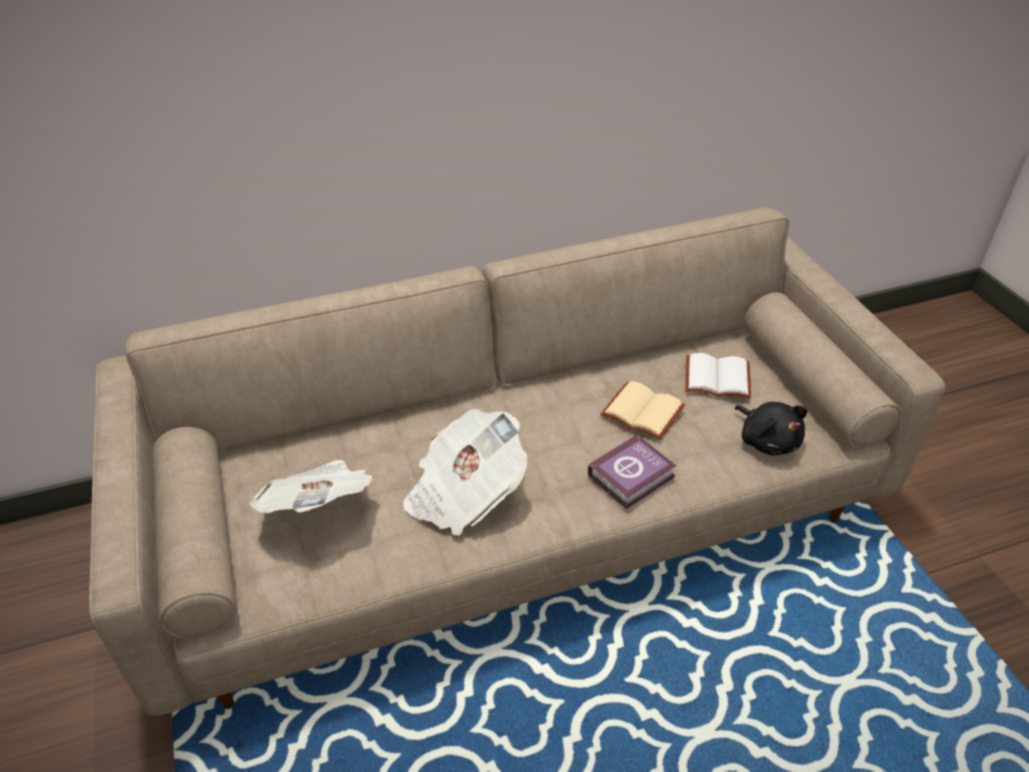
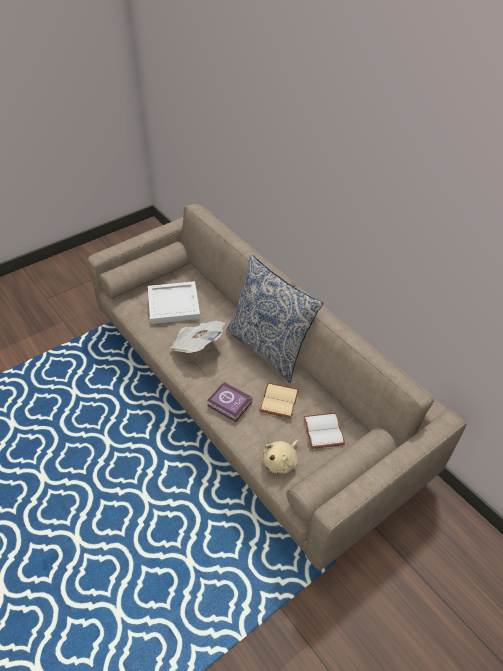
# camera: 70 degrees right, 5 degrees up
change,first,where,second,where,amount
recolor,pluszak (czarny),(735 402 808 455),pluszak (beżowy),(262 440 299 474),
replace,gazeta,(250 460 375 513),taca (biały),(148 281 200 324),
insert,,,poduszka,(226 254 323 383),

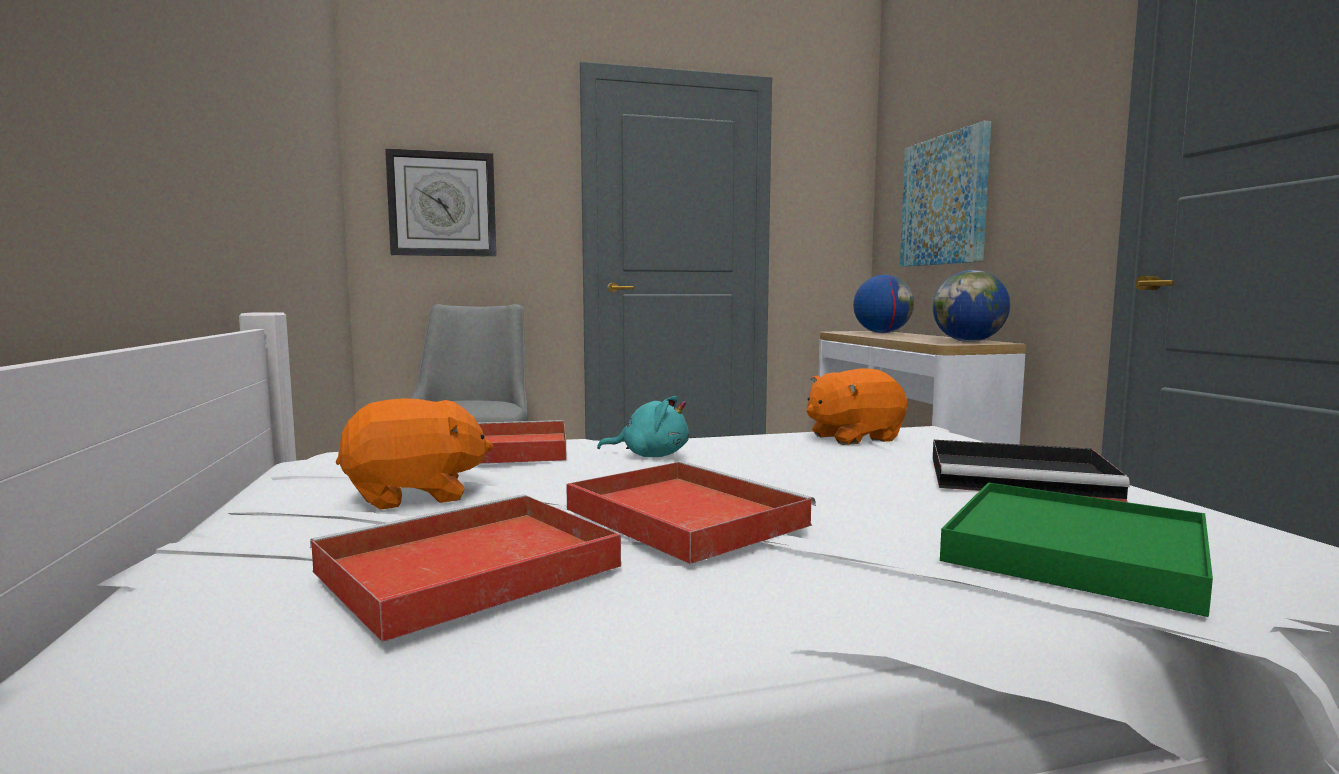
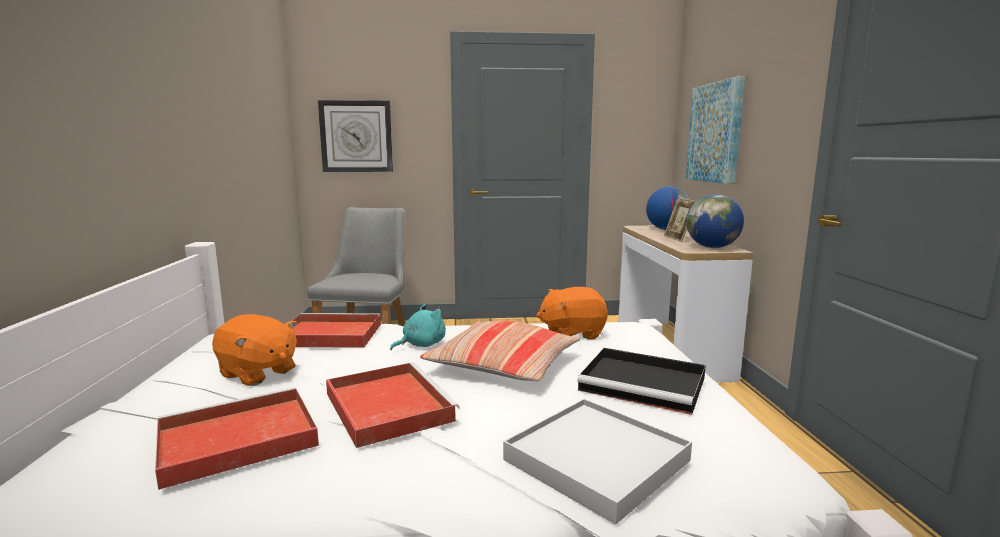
# camera: 10 degrees right, 5 degrees up
change,first,where,second,where,amount
rotate,pluszak (turkusowy),(597 396 689 457),,(390 304 446 350),60 degrees counterclockwise
rotate,pluszak (pomarańczowy),(336 398 493 510),,(212 314 297 386),45 degrees clockwise
recolor,taca (zielony),(940 483 1213 617),taca (biały),(503 399 692 524),
insert,,,ramka na zdjęcie,(664 198 697 242),
insert,,,poduszka,(420 321 580 381),

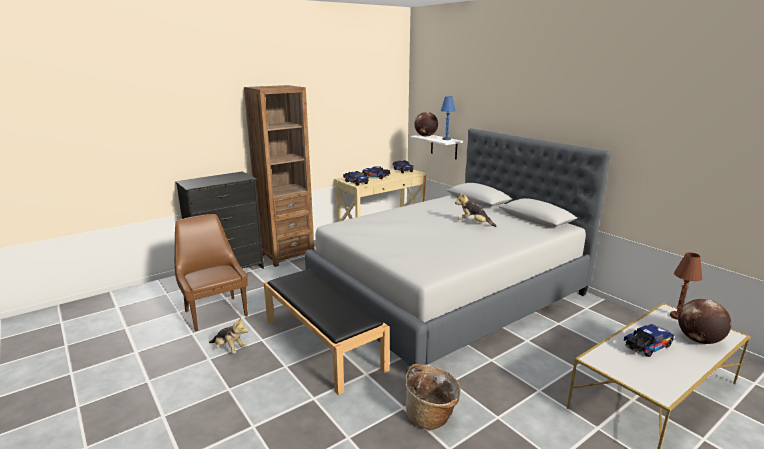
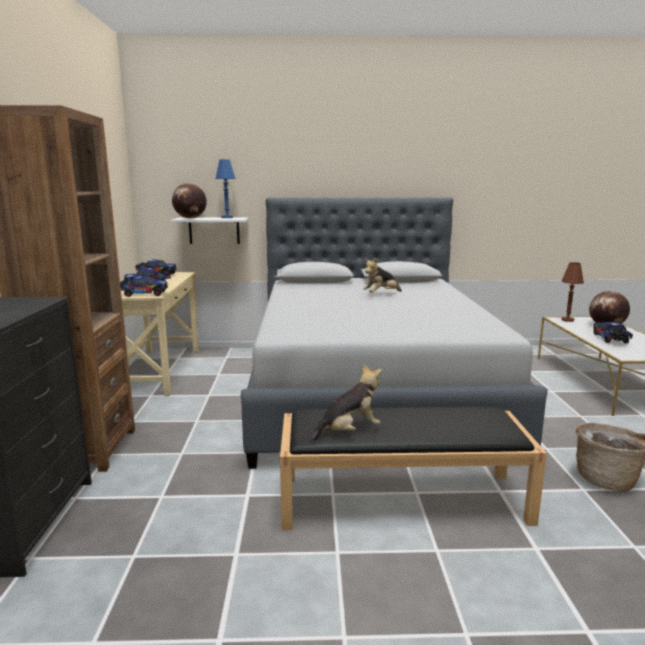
# camera: 55 degrees left, 5 degrees down
change,first,where,second,where,amount
delete,krzesło (brązowy),(174 214 248 332),,,
move,pluszak,(209 317 248 353),,(310 364 382 442),

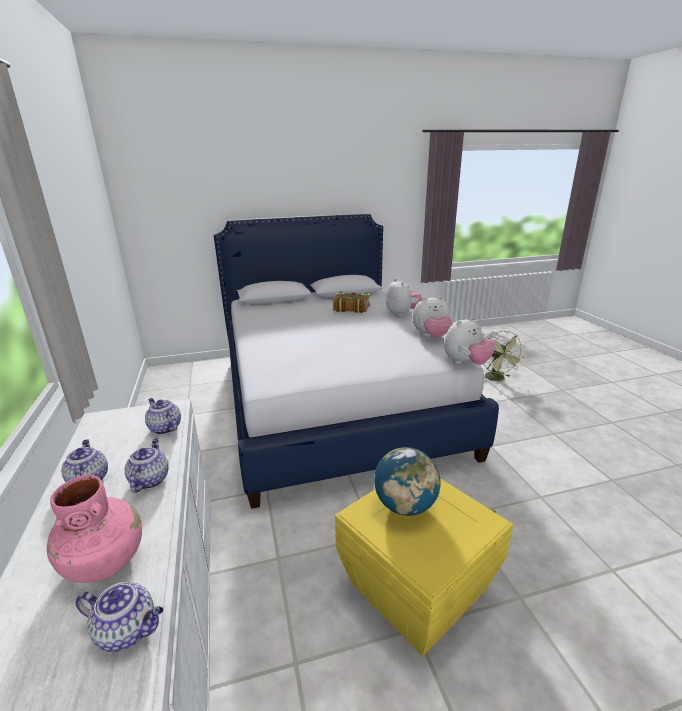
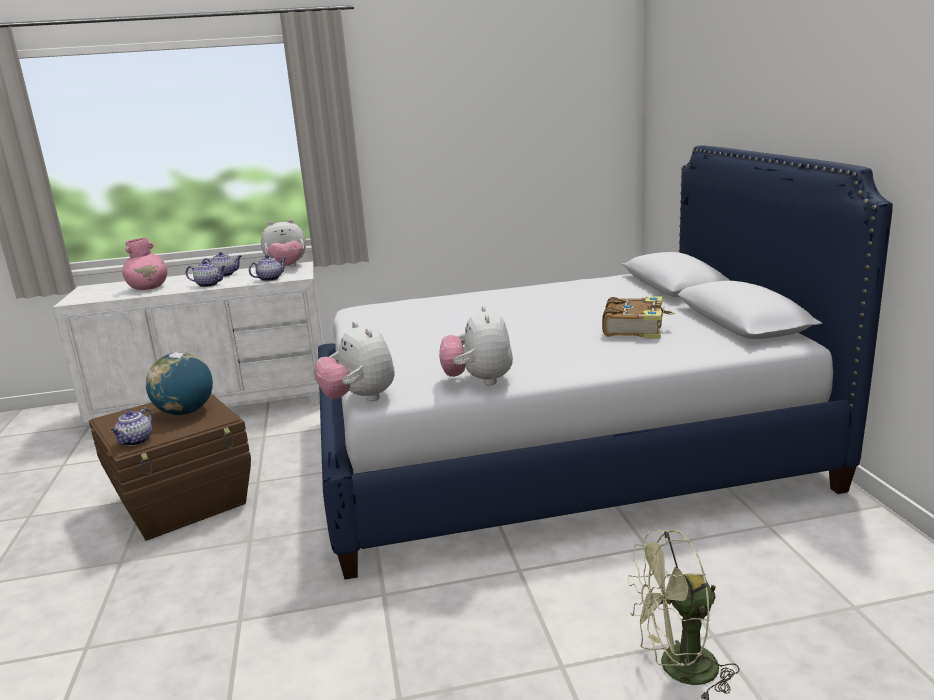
# camera: 95 degrees right, 5 degrees down
change,first,where,second,where,amount
move,pluszak,(386 279 422 317),,(261 219 306 267),
recolor,pojemnik do przechowywania (żółty),(335 478 513 656),pojemnik do przechowywania (brązowy),(89 394 251 541),
move,imbryk,(76 582 163 652),,(111 408 152 446),

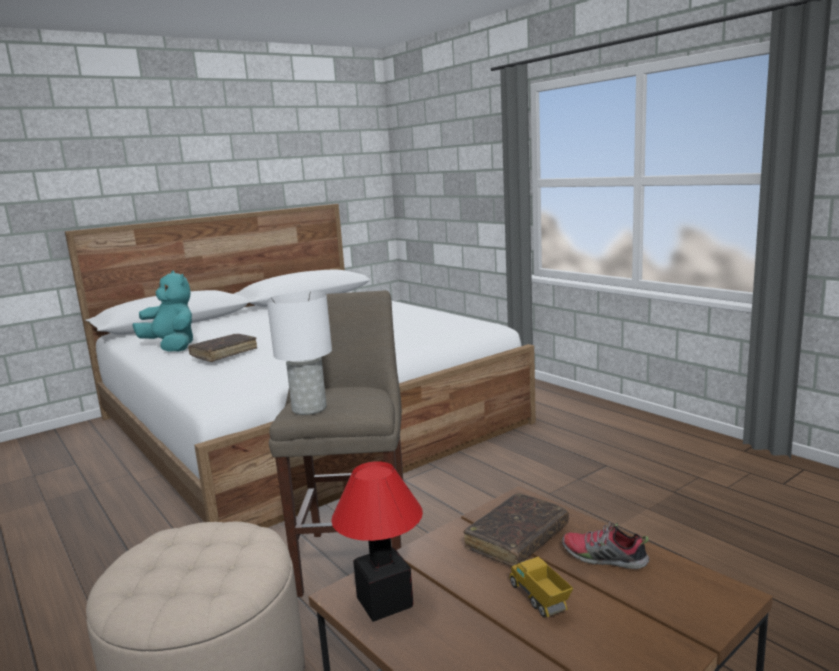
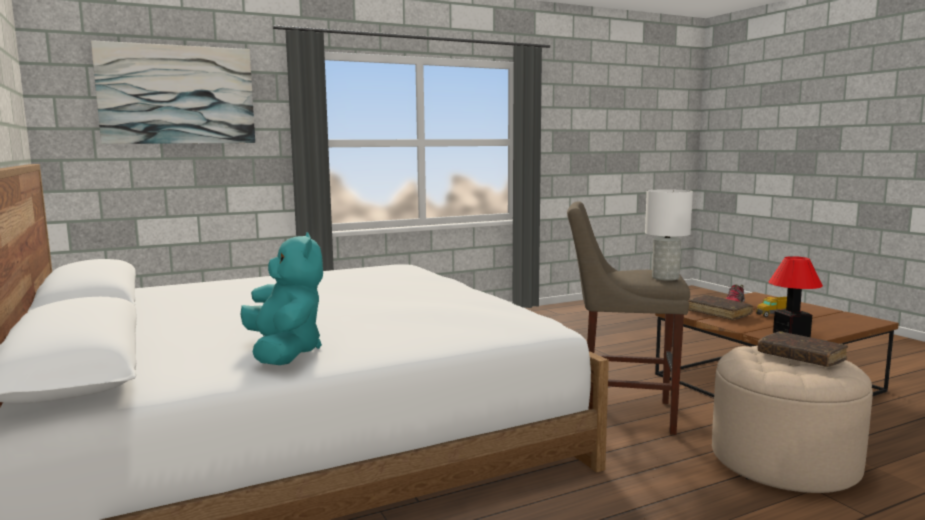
# camera: 80 degrees left, 5 degrees down
change,first,where,second,where,amount
rotate,pluszak (turkusowy),(132 270 193 352),,(240 232 323 365),105 degrees clockwise
move,książka (brązowy),(188 334 257 362),,(758 331 848 367),
insert,,,obraz,(91 40 255 144),

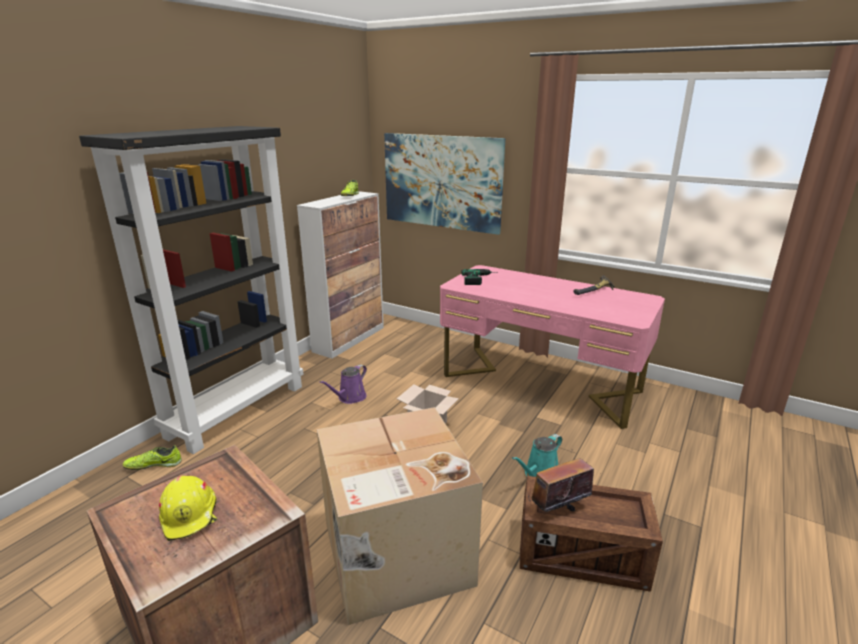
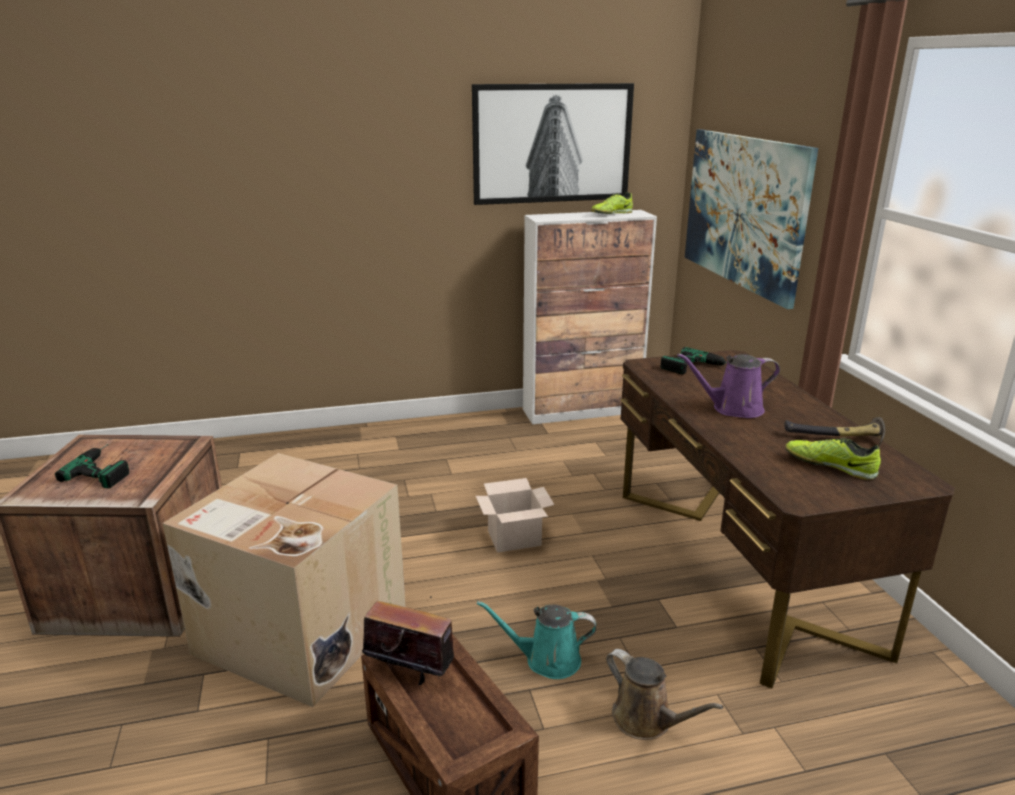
# camera: 45 degrees right, 0 degrees up
change,first,where,second,where,amount
delete,regał (czarny),(79 126 304 454),,,
recolor,biurko (różowy),(440 265 665 429),biurko (brązowy),(620 350 955 688),
move,konewka (fioletowy),(320 364 367 404),,(677 353 780 418),
move,but,(123 445 182 470),,(785 438 881 480),
replace,kask (żółty),(159 476 217 541),wiertarka,(55 444 129 488),
insert,,,obraz,(472 83 634 205),
insert,,,konewka (brązowy),(606 649 723 740),

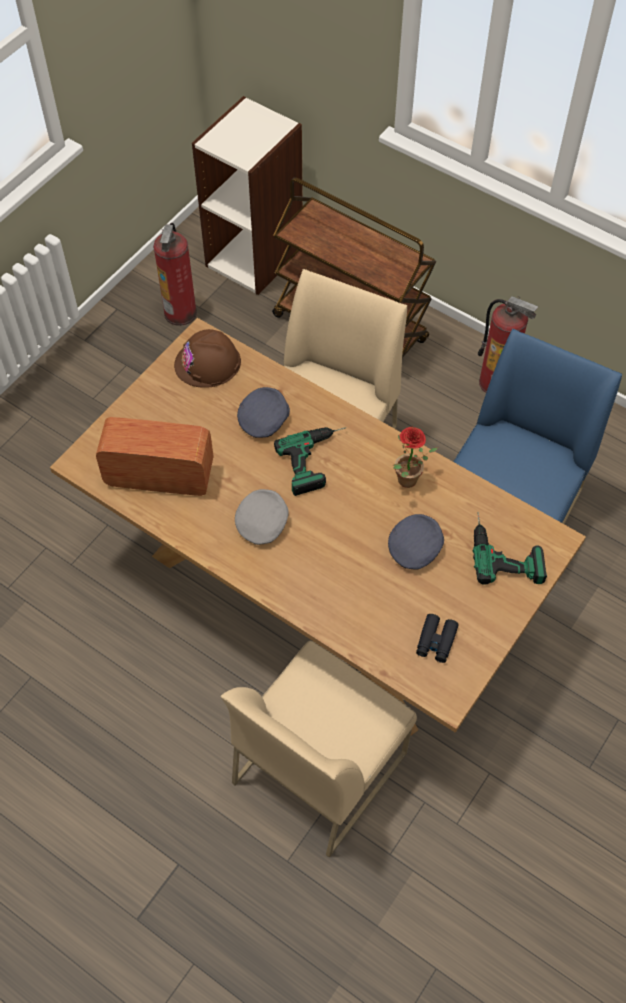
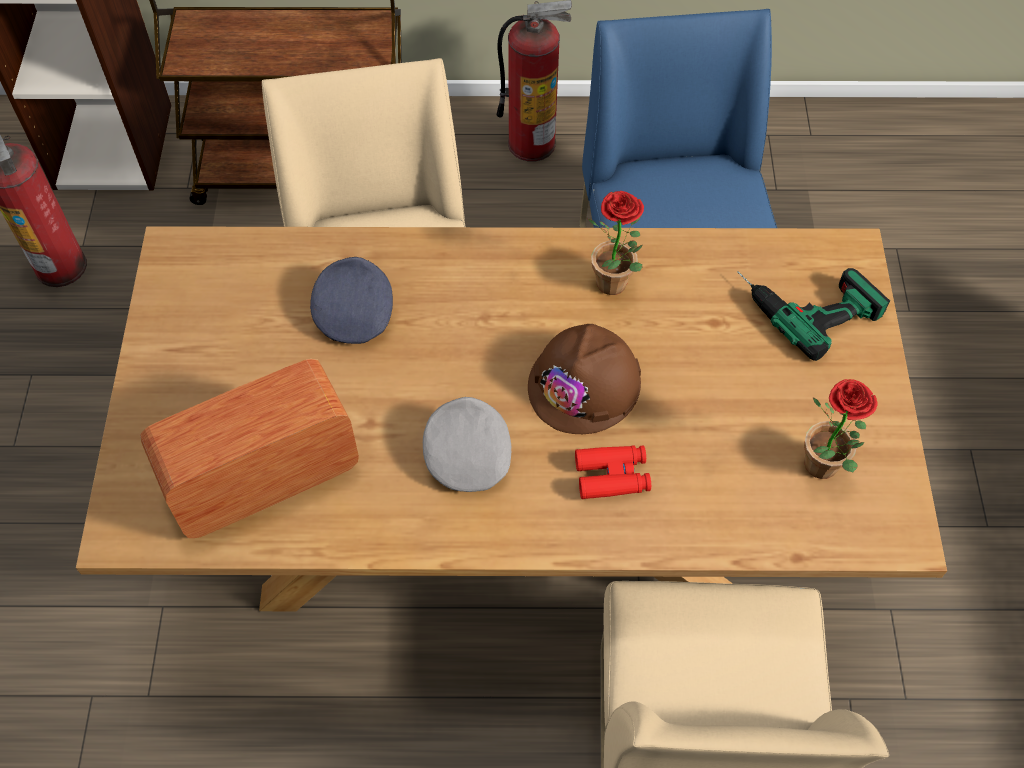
# camera: 35 degrees left, 0 degrees up
change,first,where,second,where,amount
move,kask (brązowy),(174 329 241 388),,(528 324 641 434),
delete,wiertarka,(274 427 347 496),,,
delete,czapka z daszkiem (szary),(388 514 444 570),,,
replace,lornetka (czarny),(416 614 459 663),roślina doniczkowa,(804 379 878 479),
insert,,,lornetka (czerwony),(575 445 651 499),

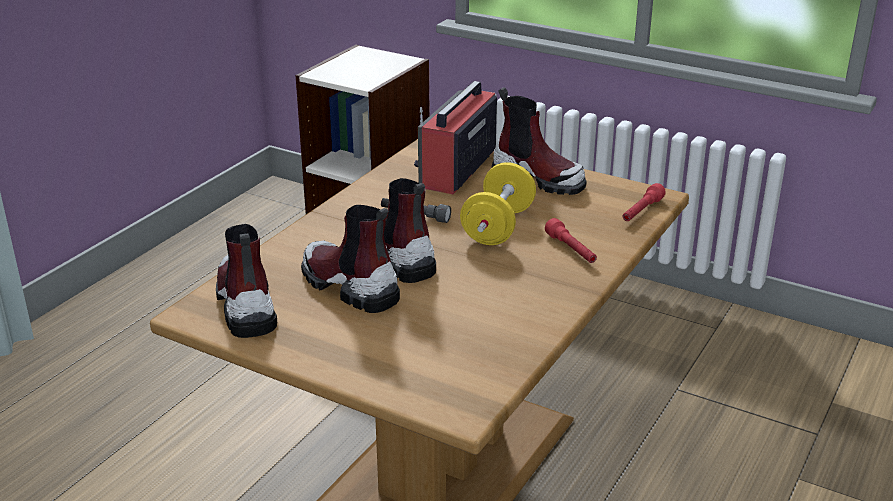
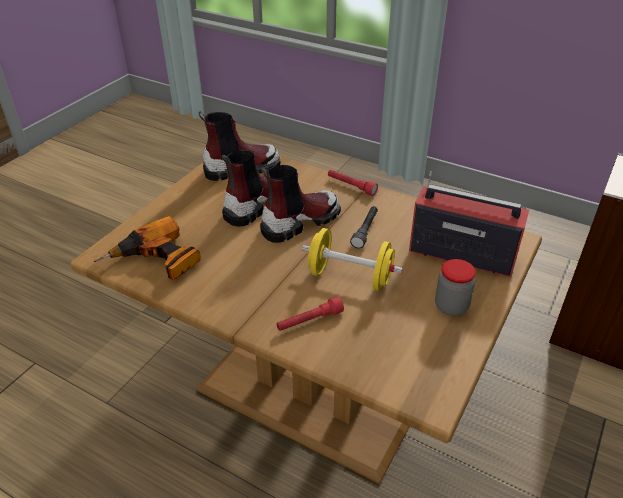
# camera: 90 degrees right, 10 degrees up
change,first,where,second,where,amount
replace,but z cholewką,(492 87 587 195),słoik,(435 259 476 316),
move,latarka (czerwony),(623 183 666 221),,(328 170 378 196),
insert,,,wiertarka,(94 216 201 280),

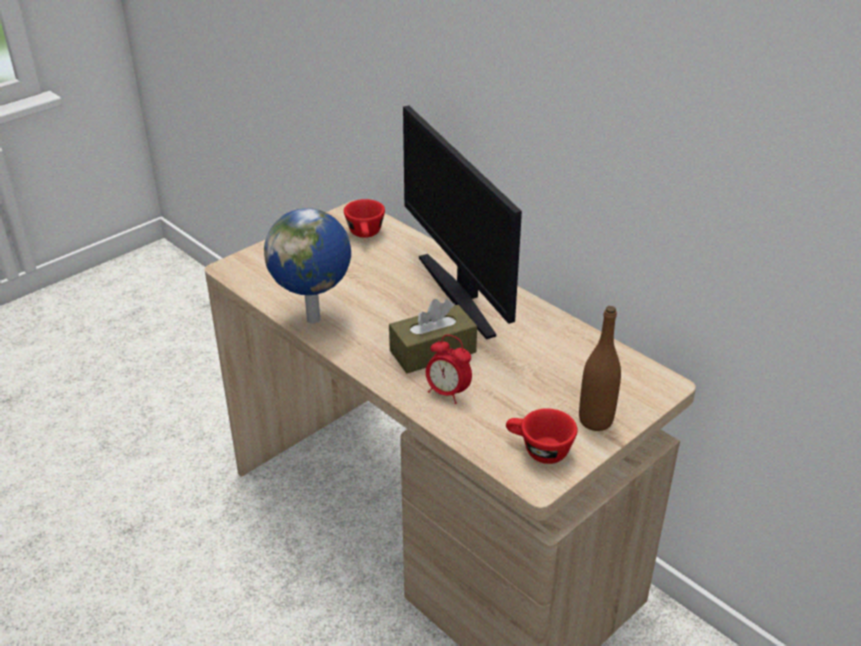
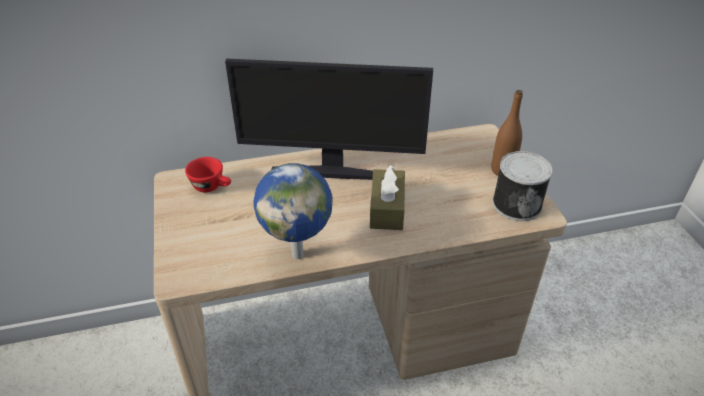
# camera: 60 degrees left, 5 degrees up
change,first,where,second,where,amount
delete,budzik,(426 335 472 404),,,
replace,filiżanka (czerwony),(506 408 578 464),puszka,(492 151 553 221),

